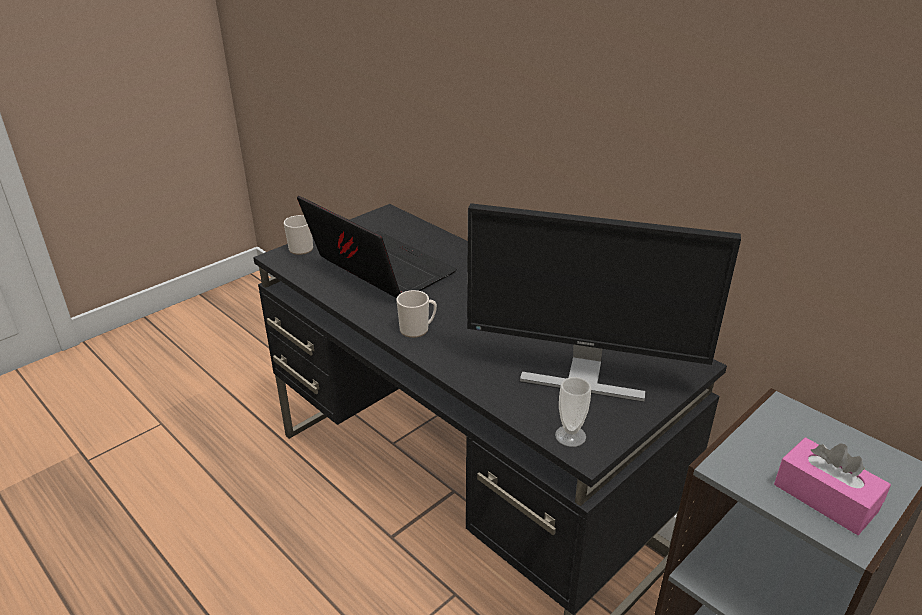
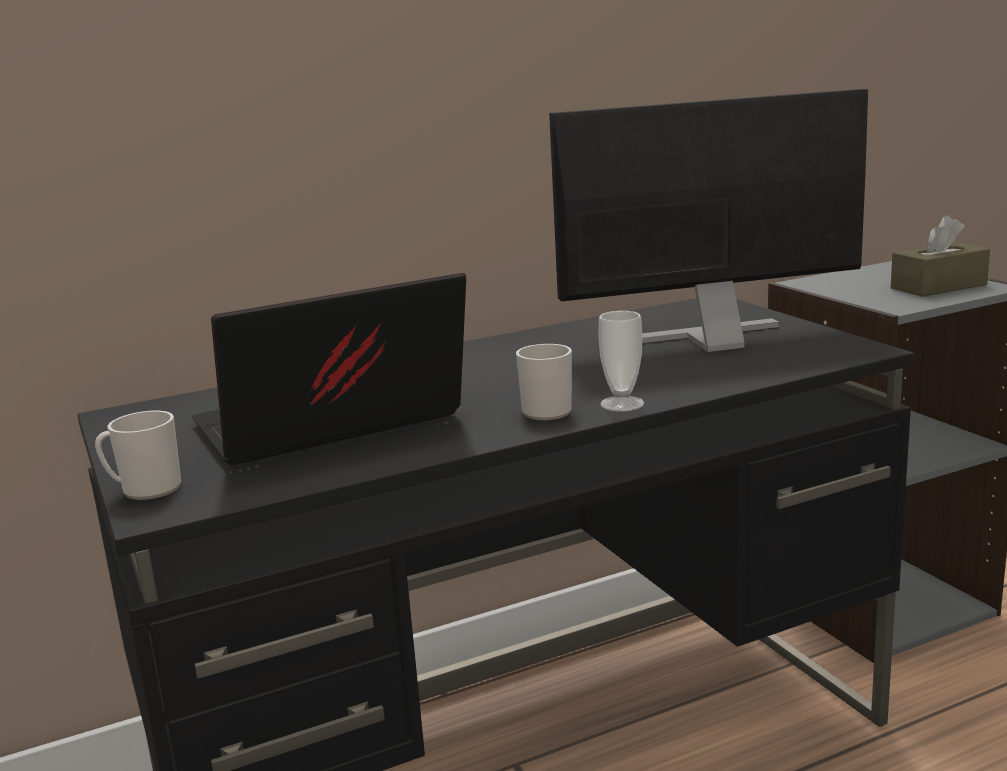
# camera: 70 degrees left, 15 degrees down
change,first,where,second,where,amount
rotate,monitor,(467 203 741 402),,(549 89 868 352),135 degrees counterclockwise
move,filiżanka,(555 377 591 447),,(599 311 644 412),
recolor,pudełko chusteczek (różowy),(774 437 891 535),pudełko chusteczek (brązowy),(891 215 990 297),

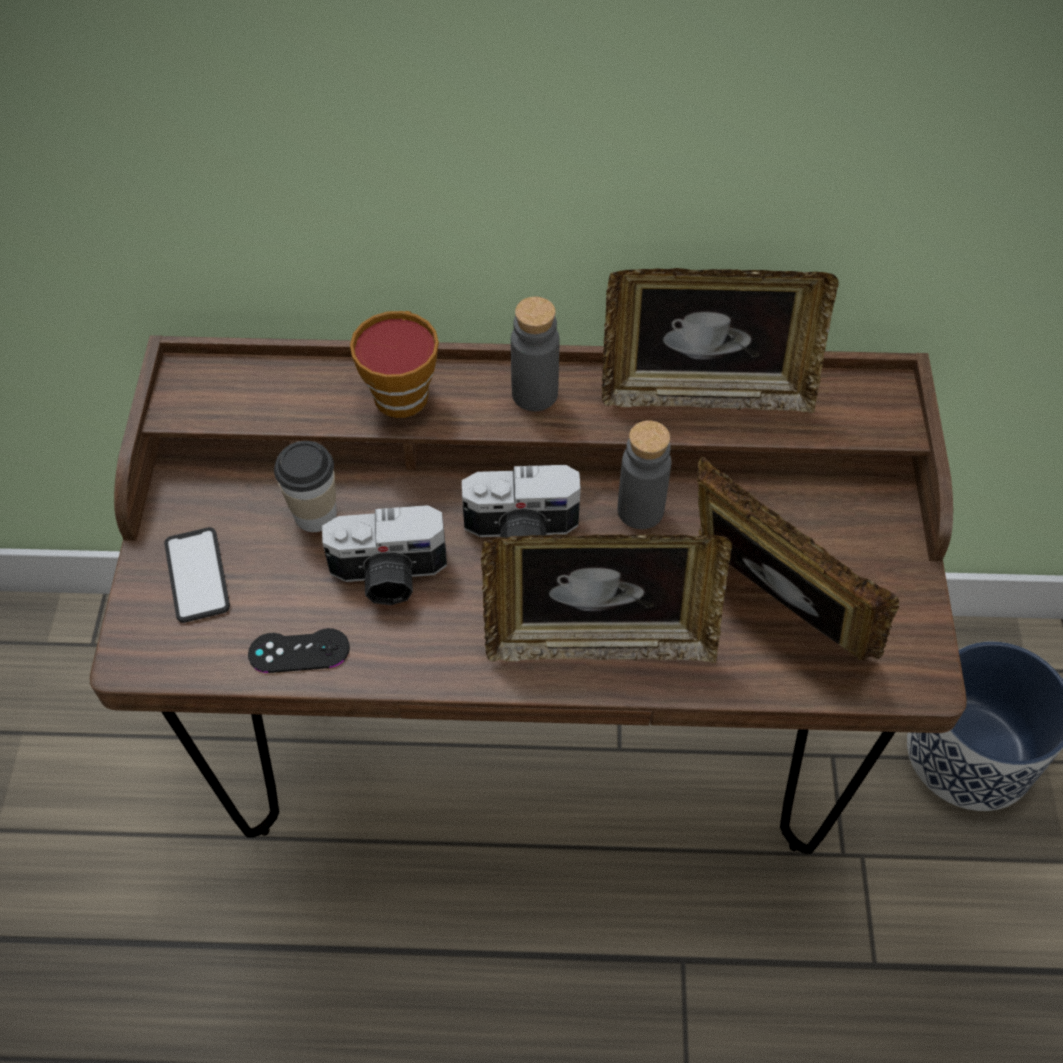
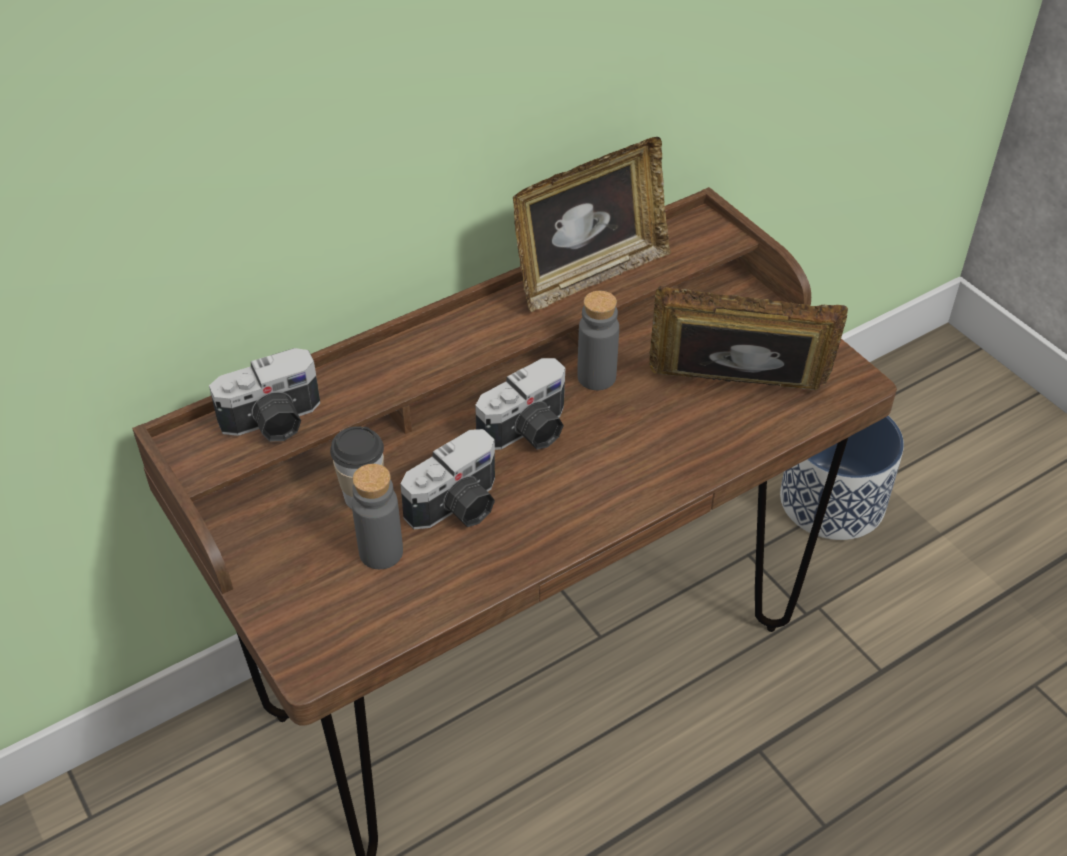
# camera: 35 degrees left, 10 degrees down
change,first,where,second,where,amount
move,butelka (szary),(511 297 560 411),,(352 464 403 569),
delete,filiżanka,(350 311 439 418),,,
delete,telefon,(164 527 230 623),,,
delete,ramka na zdjęcie,(481 534 732 663),,,
delete,pad do gier (czarny),(248 628 350 673),,,
insert,,,aparat fotograficzny,(209 348 320 442),

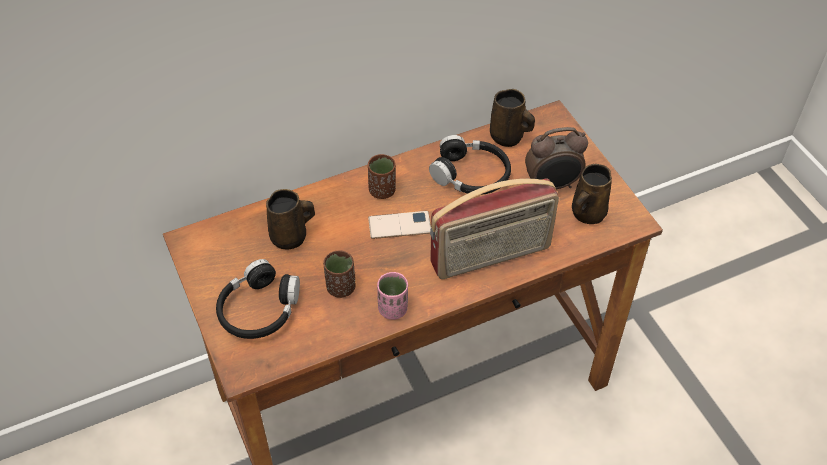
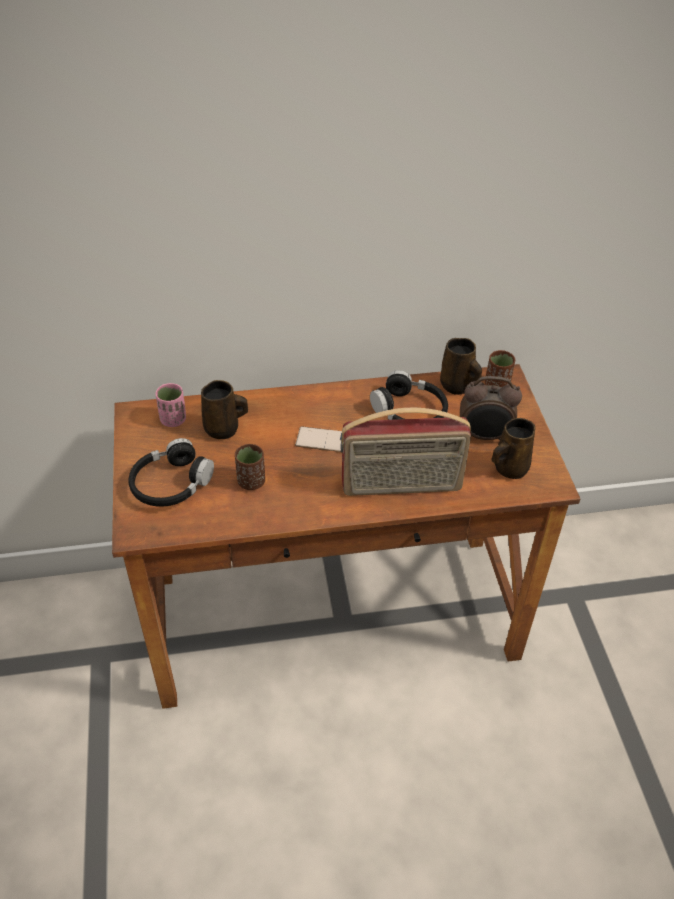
# camera: 15 degrees right, 5 degrees down
change,first,where,second,where,amount
move,filiżanka (brązowy),(368 154 396 199),,(485 350 515 387),
move,filiżanka (różowy),(377 272 408 320),,(155 383 186 427),

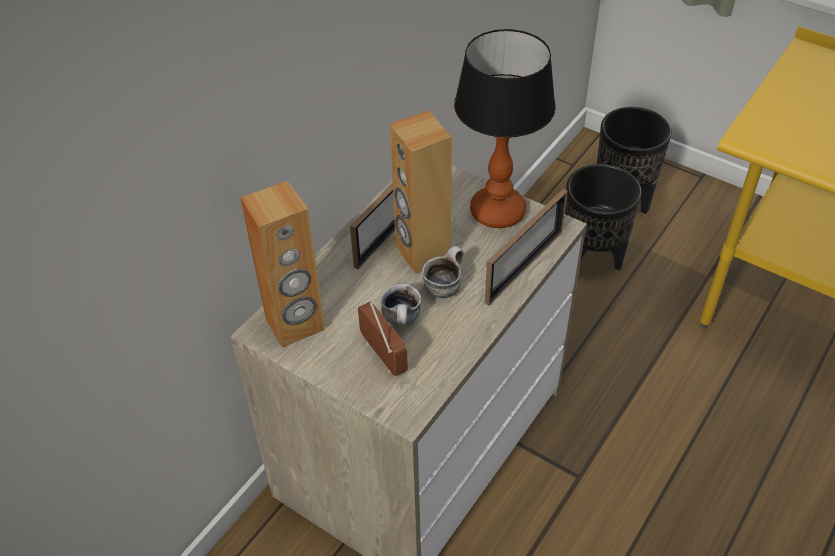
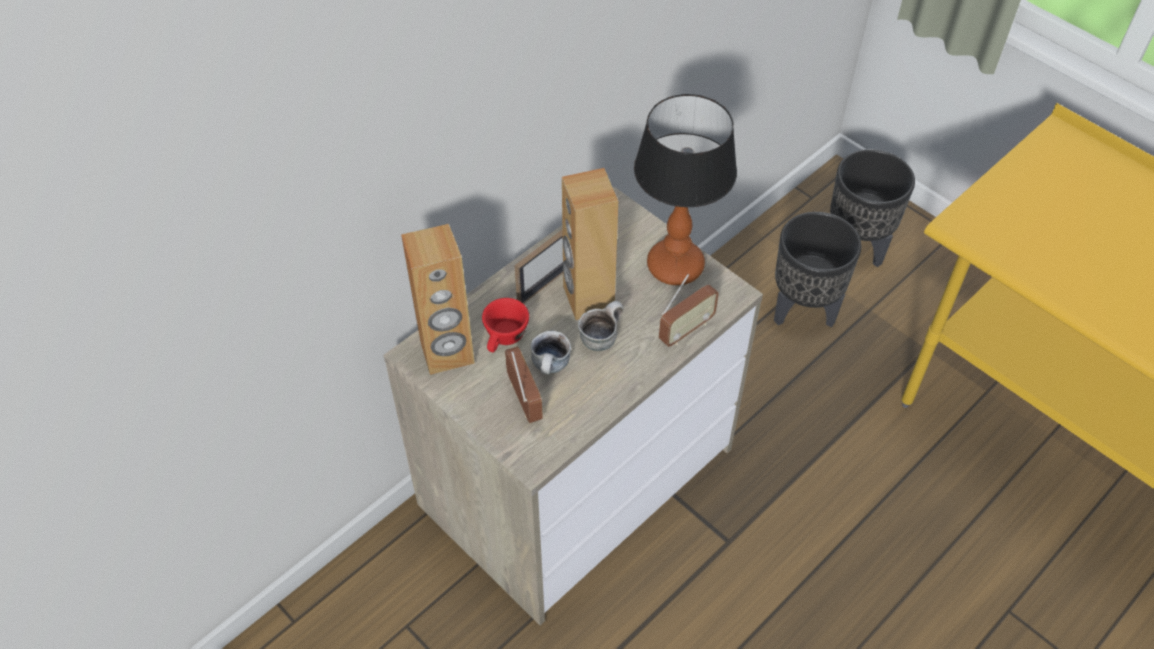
# camera: 10 degrees right, 5 degrees up
change,first,where,second,where,amount
replace,ramka na zdjęcie,(485 188 568 306),radio,(659 274 719 347),
insert,,,filiżanka (czerwony),(482 298 529 352),

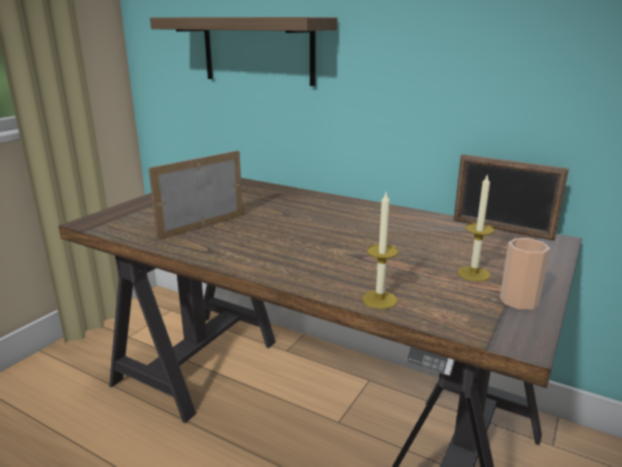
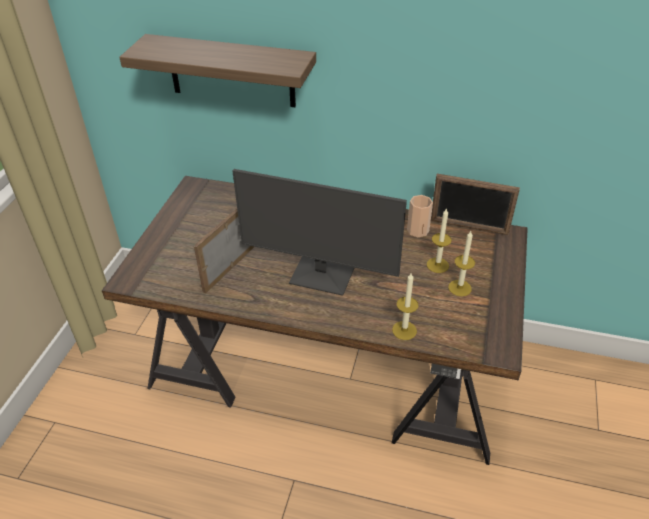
# camera: 15 degrees left, 20 degrees up
change,first,where,second,where,amount
move,filiżanka,(500 238 550 310),,(407 195 433 237),
insert,,,monitor,(232 169 407 296),
insert,,,świeca,(427 208 452 273),

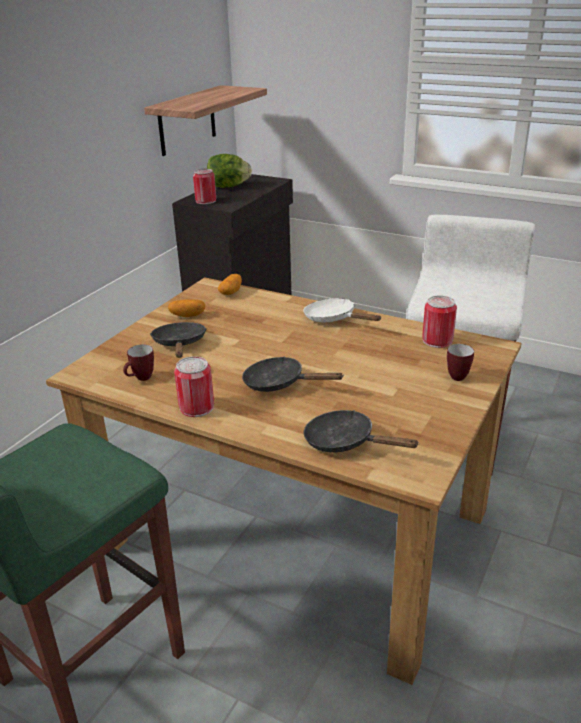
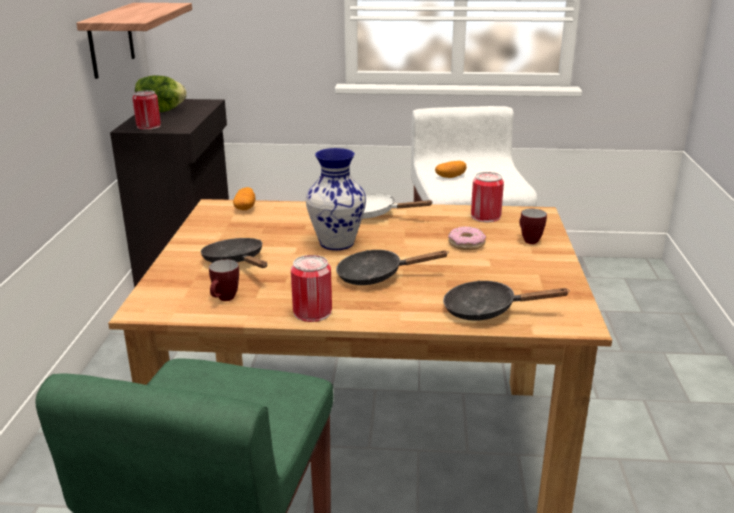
# camera: 25 degrees left, 5 degrees down
change,first,where,second,where,amount
move,ziemniak,(168 299 205 317),,(435 161 467 178),
insert,,,wazon,(306 148 366 250),
insert,,,donut,(448 226 486 250),

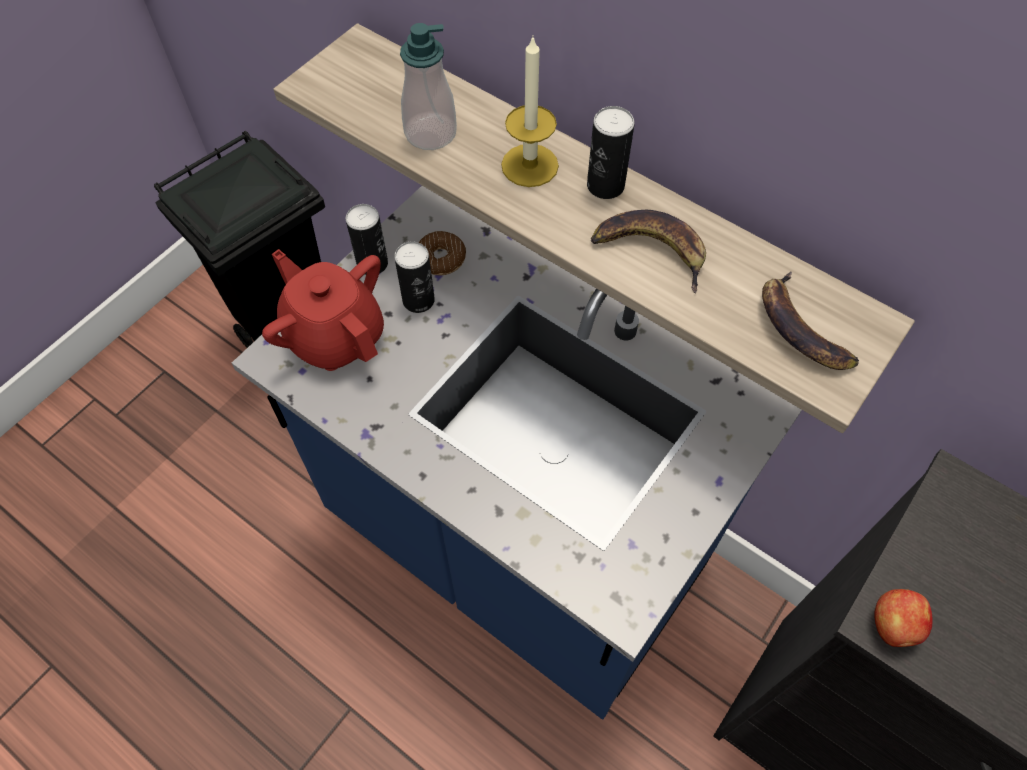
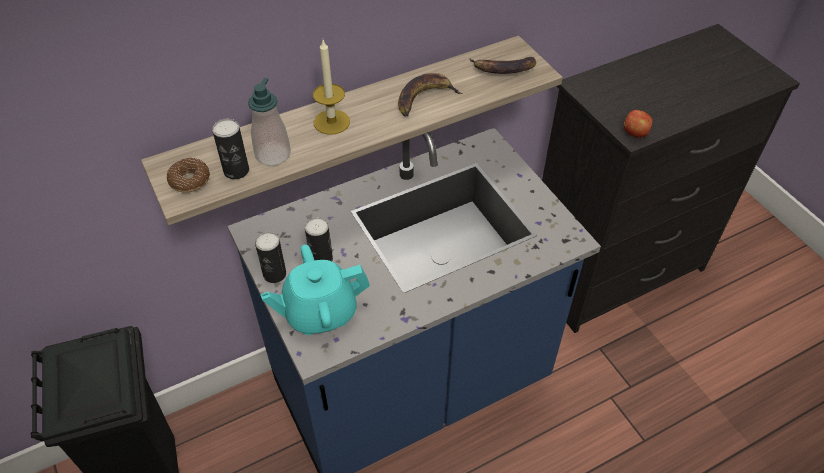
# camera: 65 degrees left, 10 degrees down
change,first,where,second,where,amount
move,puszka,(587 106 635 199),,(212 119 249 179),
move,donut,(419 231 466 275),,(167 158 210 193),
recolor,imbryk (czerwony),(262 249 384 371),imbryk (turkusowy),(260 244 370 335),

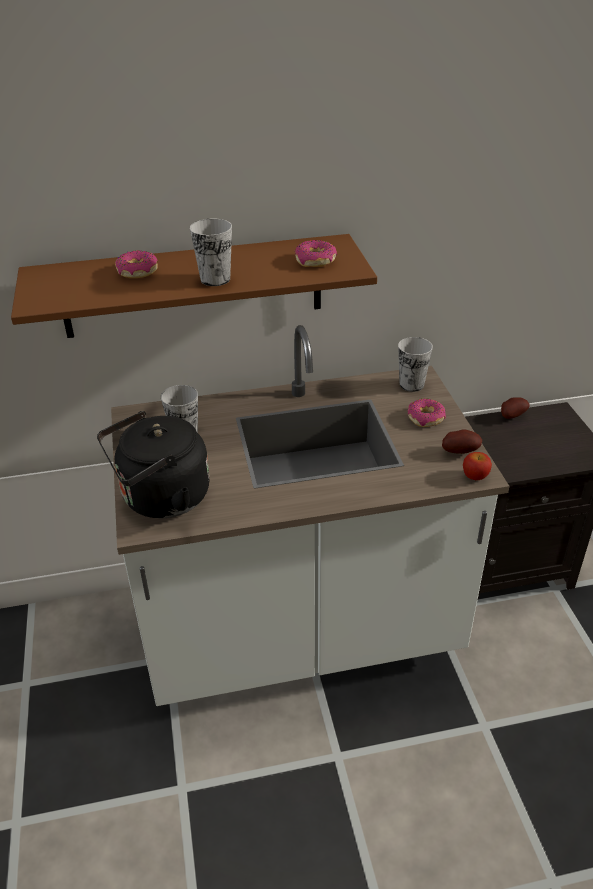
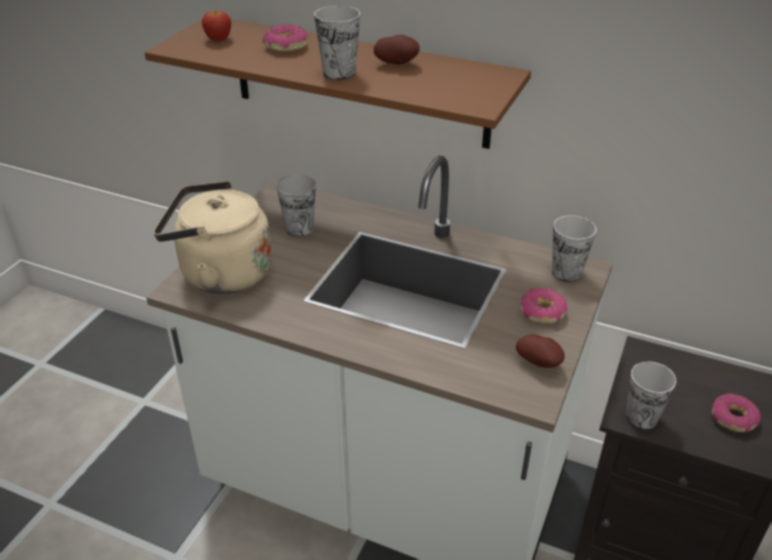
# camera: 35 degrees right, 0 degrees up
change,first,where,second,where,amount
move,donut,(295 240 337 267),,(712 393 761 432),
move,ziemniak,(501 398 530 419),,(374 35 420 64),
recolor,czajnik (czarny),(97 411 210 519),czajnik (beżowy),(154 181 272 294),
move,jabłko,(463 452 492 480),,(202 11 231 41),
insert,,,filiżanka,(626 361 677 429),

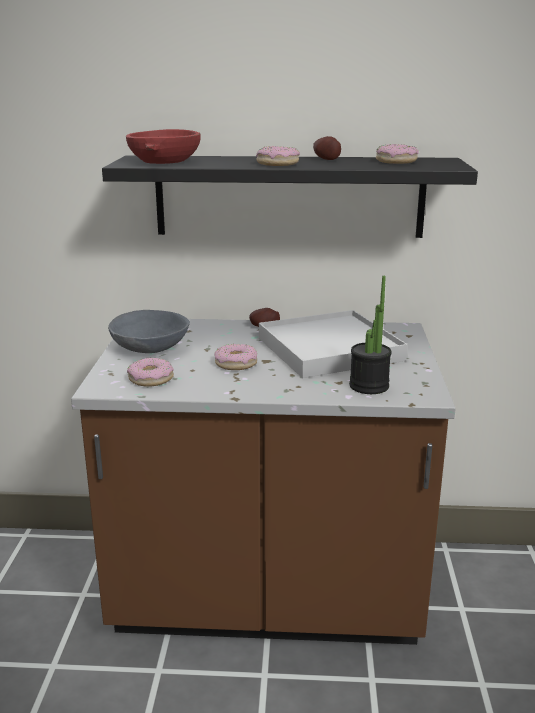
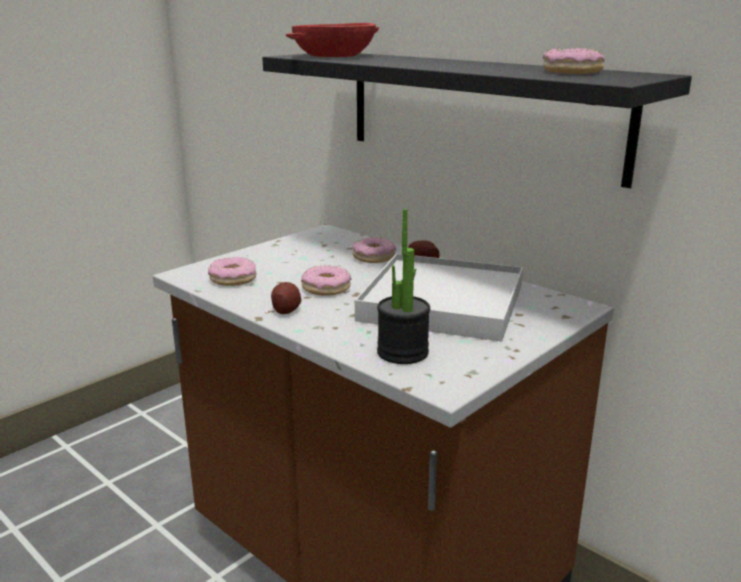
# camera: 40 degrees right, 0 degrees up
change,first,where,second,where,amount
move,ziemniak,(313 136 341 160),,(271 282 301 314),
move,donut,(256 146 300 166),,(352 237 396 263),
delete,miska (szary),(108 310 190 353),,,

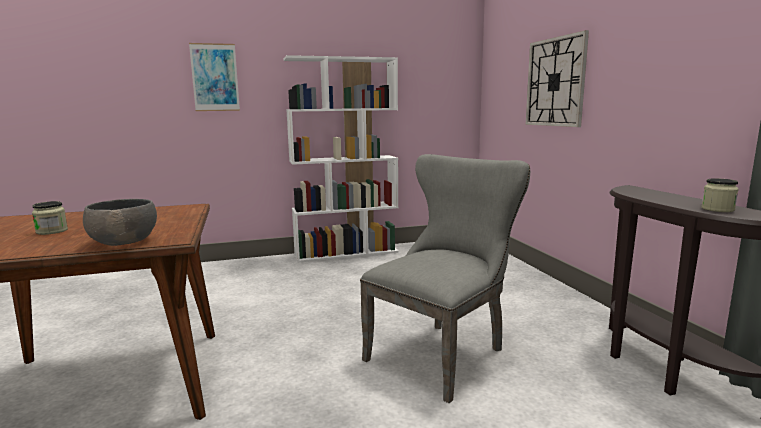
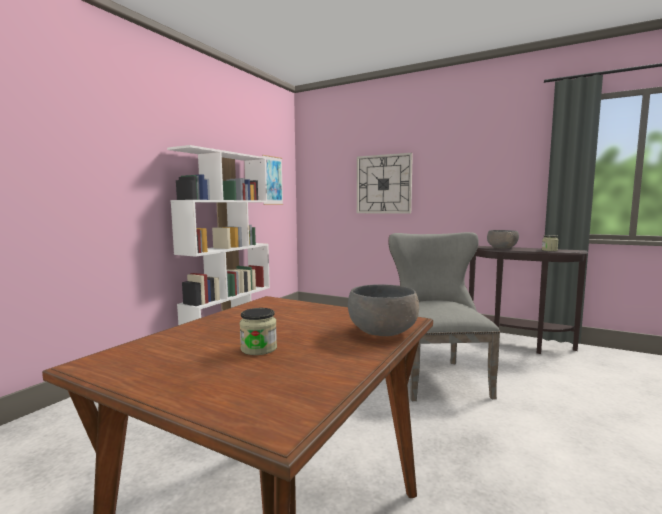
# camera: 45 degrees left, 5 degrees down
change,first,where,second,where,amount
move,obraz,(189 43 240 111),,(262 155 283 205),
insert,,,miska (szary),(487 230 519 249),

